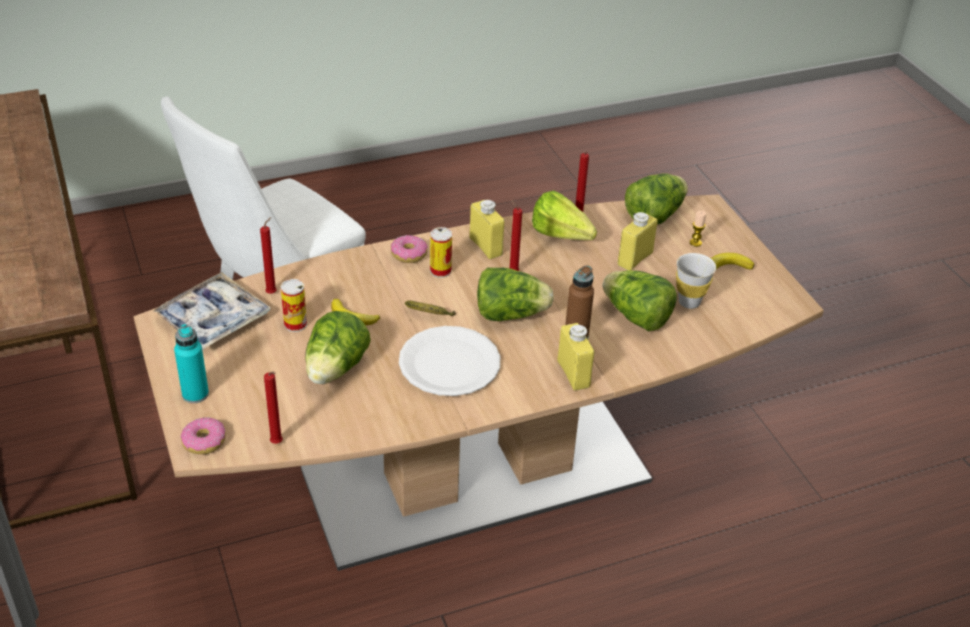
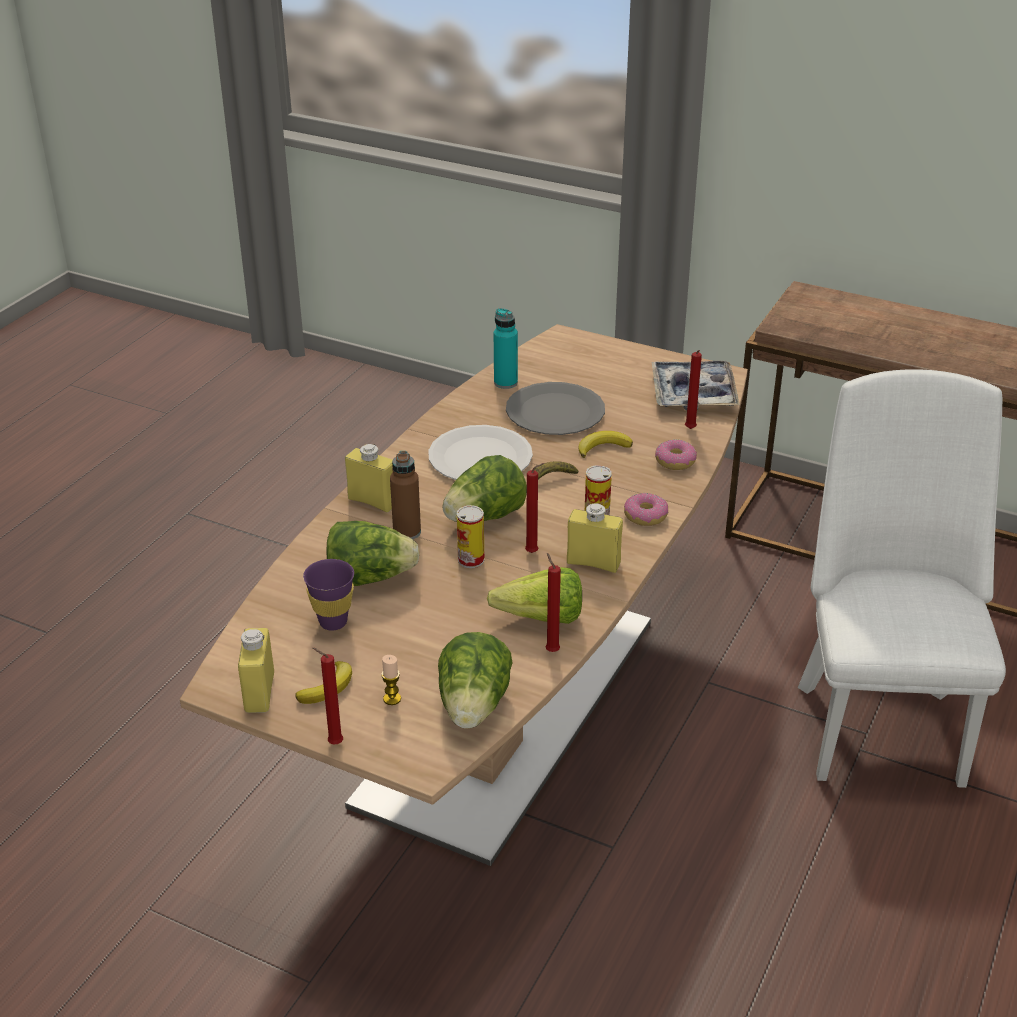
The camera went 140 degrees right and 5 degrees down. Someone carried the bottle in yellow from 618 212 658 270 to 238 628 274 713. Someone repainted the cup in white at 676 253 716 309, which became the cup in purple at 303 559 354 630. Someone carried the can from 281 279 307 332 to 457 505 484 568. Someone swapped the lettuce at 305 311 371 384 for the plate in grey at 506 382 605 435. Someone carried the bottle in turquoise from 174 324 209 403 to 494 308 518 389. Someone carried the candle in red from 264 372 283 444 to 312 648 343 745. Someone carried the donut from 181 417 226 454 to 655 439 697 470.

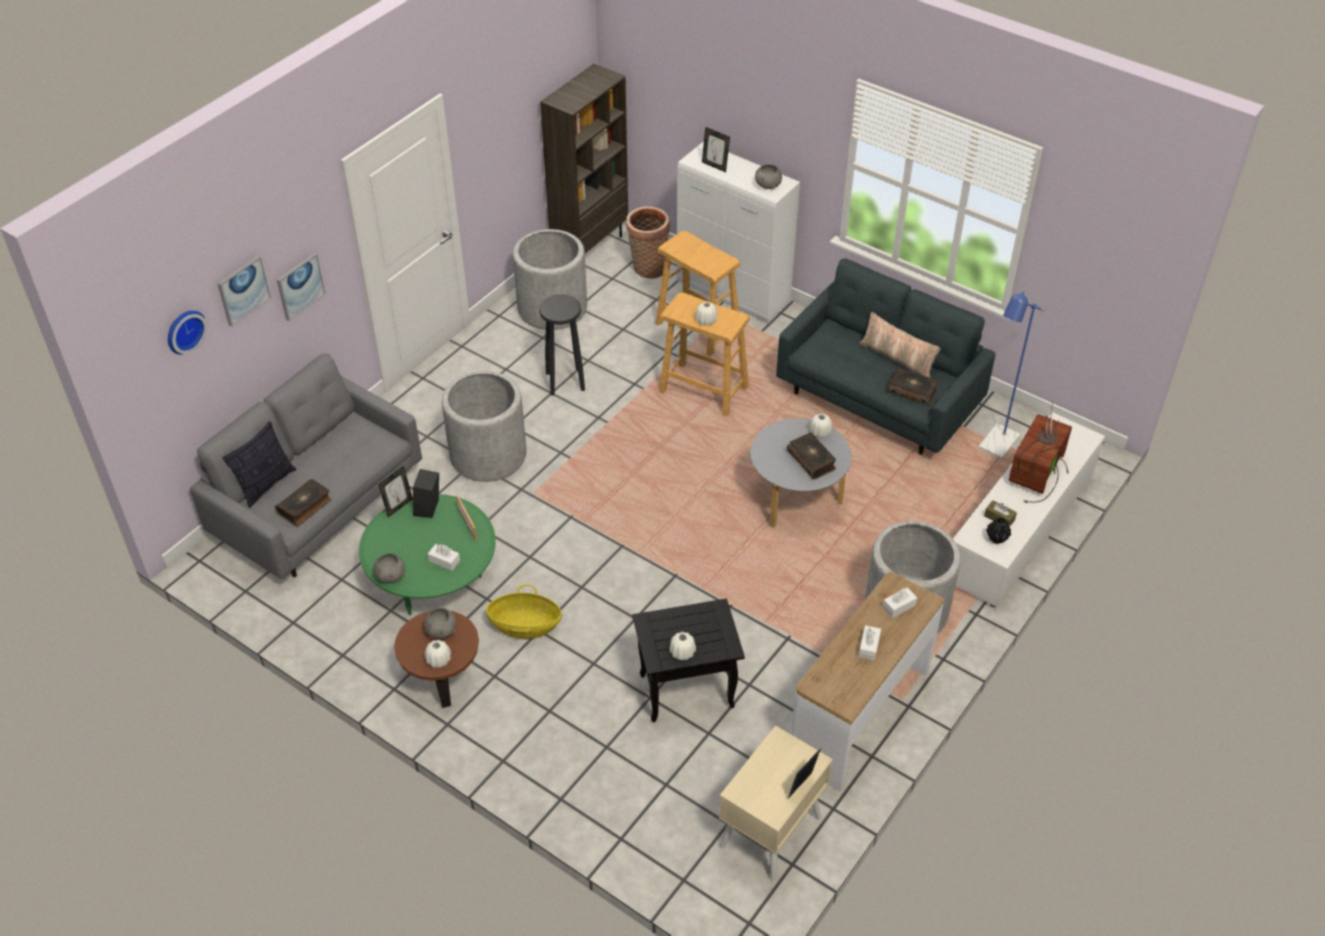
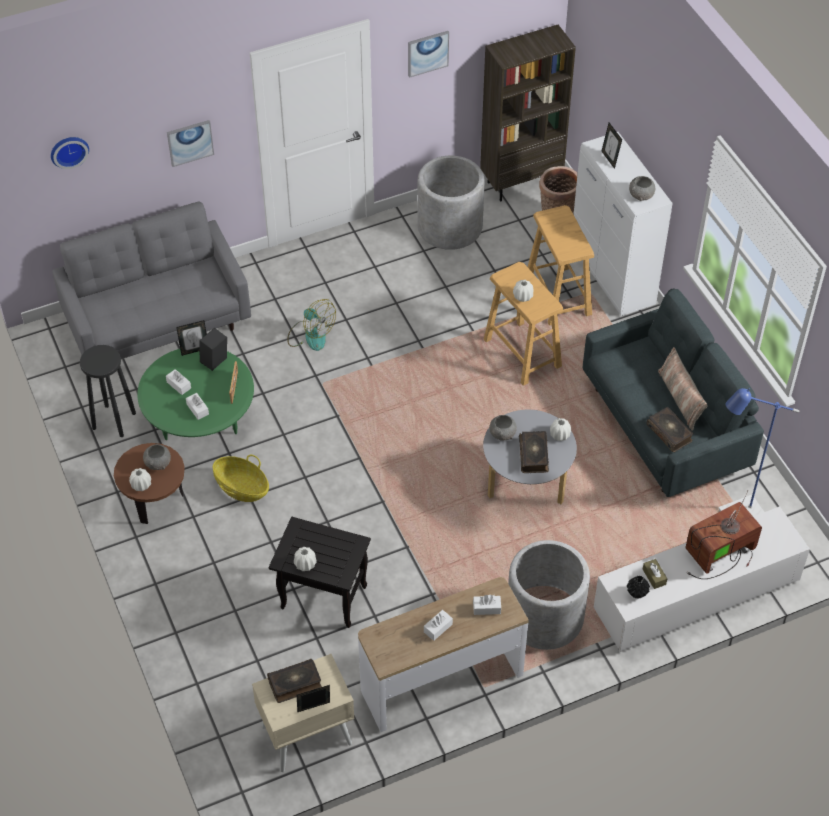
The camera went 30 degrees right and 5 degrees up. Someone carried the picture from 217 256 271 327 to 408 31 449 78. Someone carried the stool in black from 539 294 585 395 to 80 345 136 437. Someone swapped the planter in grey at 442 371 527 482 for the fan at 287 299 336 351. Someone took away the pillow at 222 421 296 508. Someone carried the book from 275 479 332 526 to 267 659 322 703. Someone carried the bowl in grey from 373 553 405 583 to 489 415 517 441. Someone put down the tissue box in white at 166 369 191 395.

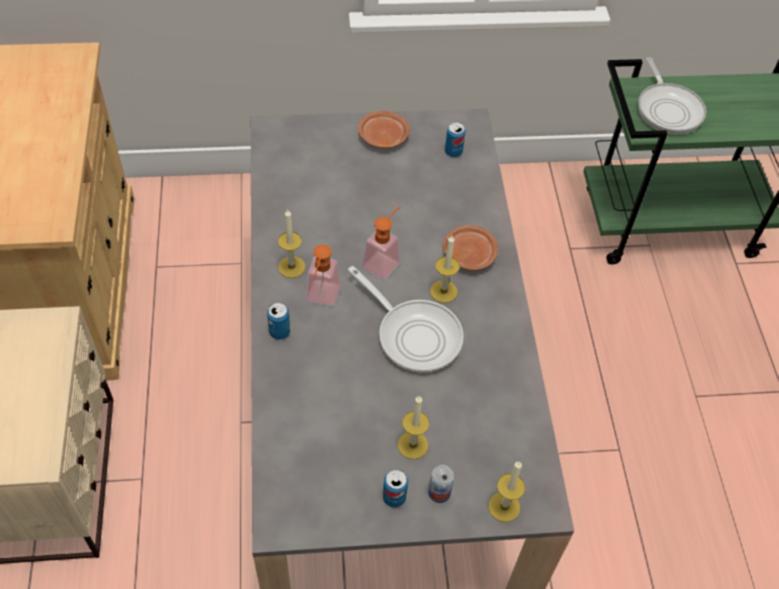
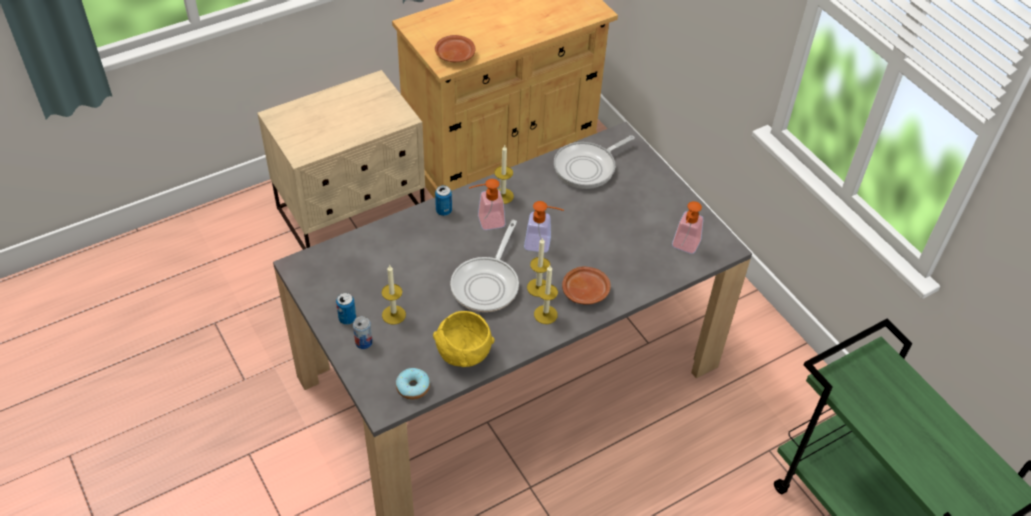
The camera went 65 degrees right and 5 degrees down. Someone carried the frying pan from 638 58 706 135 to 554 135 635 189. Someone carried the plate in brown from 358 111 410 148 to 435 35 476 62. Someone swapped the can at 445 122 466 157 for the soap dispenser at 672 201 703 254. Someone carried the candle from 489 461 525 522 to 534 266 558 324. Someone put down the bowl in yellow at 433 311 494 367. Someone put down the donut at 396 368 430 400.

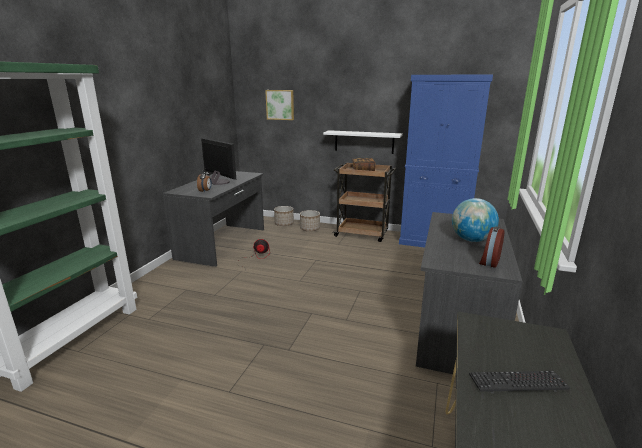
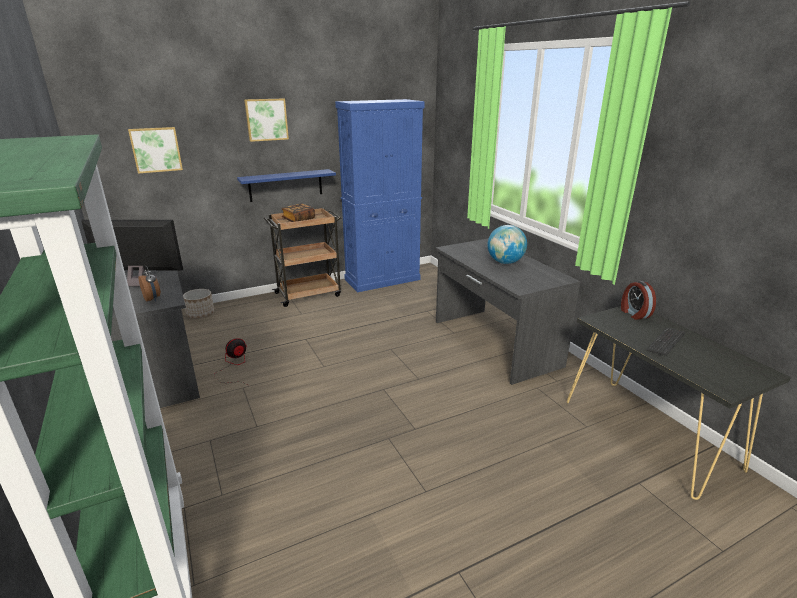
The camera went 45 degrees left and 5 degrees up. Someone repainted the shelf in white at 323 130 403 154, which became the shelf in blue at 237 169 336 202. Someone took away the planter at 300 210 320 231. Someone carried the alarm clock from 479 227 504 268 to 621 281 656 320. Someone put up the picture at 244 98 289 142.

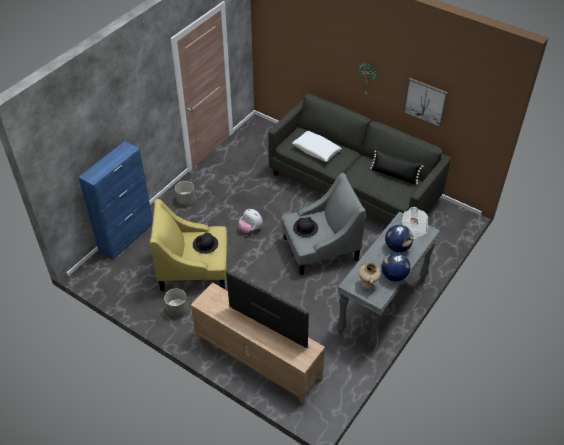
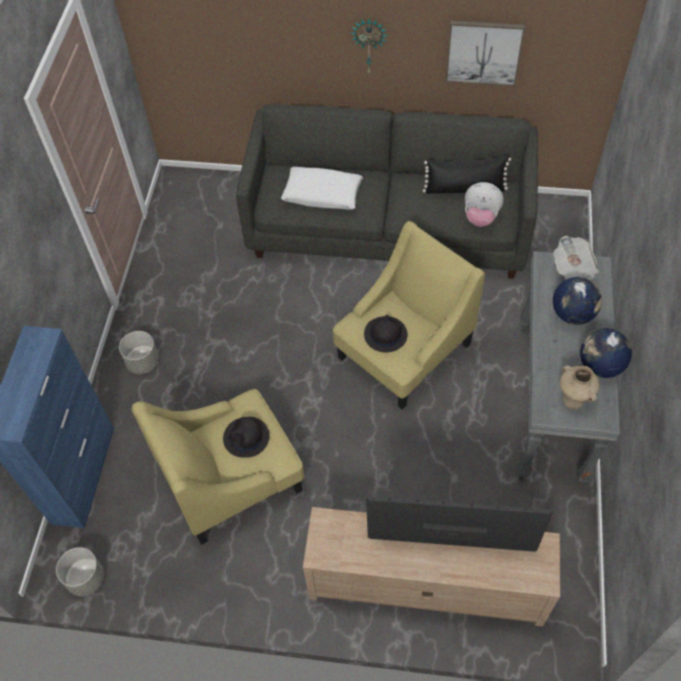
The camera went 25 degrees left and 10 degrees up. Someone repainted the armchair in grey at 282 173 366 275, which became the armchair in yellow at 333 221 485 409. Someone carried the plush toy from 238 209 263 233 to 465 182 504 227. Someone carried the planter in grey from 164 289 188 316 to 56 547 104 596.

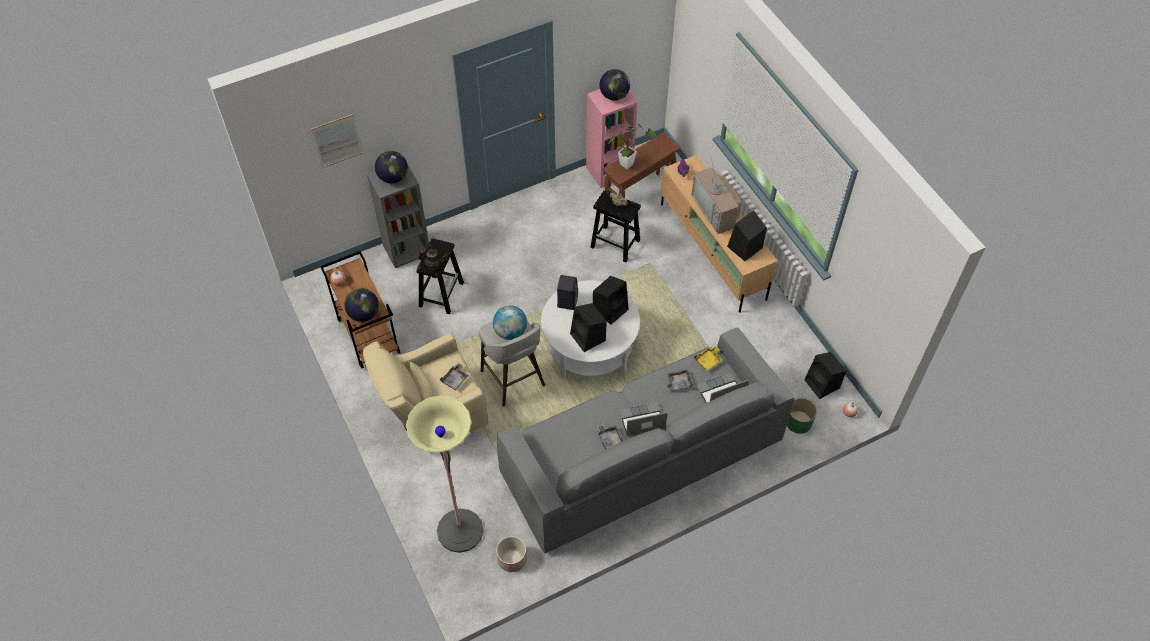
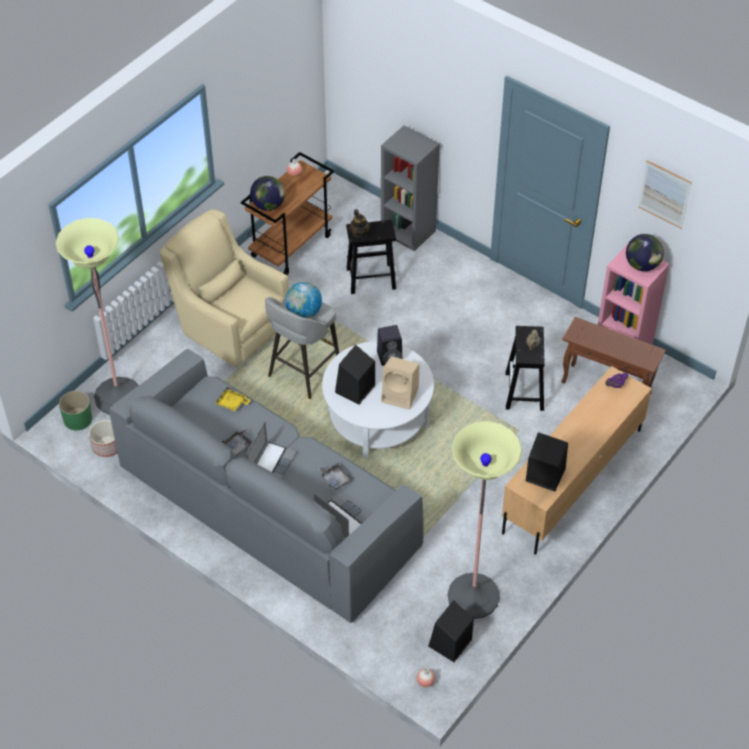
The camera went 65 degrees right and 5 degrees down. Someone carried the picture from 311 114 363 168 to 638 160 692 229. Someone took away the potted plant at 609 123 656 169. Someone took away the globe at 375 151 408 183. Someone took away the television at 691 158 742 234. Someone repainted the speaker in black at 593 276 629 325, which became the speaker in beige at 381 356 420 410. Someone carried the tray in yellow from 694 345 723 371 to 215 387 251 411. Someone took away the tray in grey at 440 363 469 391. Someone carried the planter in green from 787 398 817 434 to 59 391 92 431. Someone rotated the laptop at 619 402 668 437 by 60 degrees clockwise. Someone put down the floor lamp at 448 421 522 619.

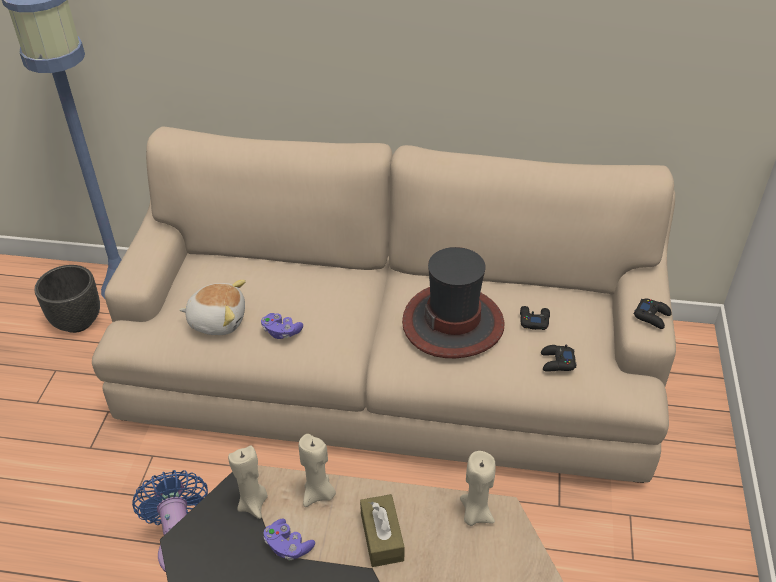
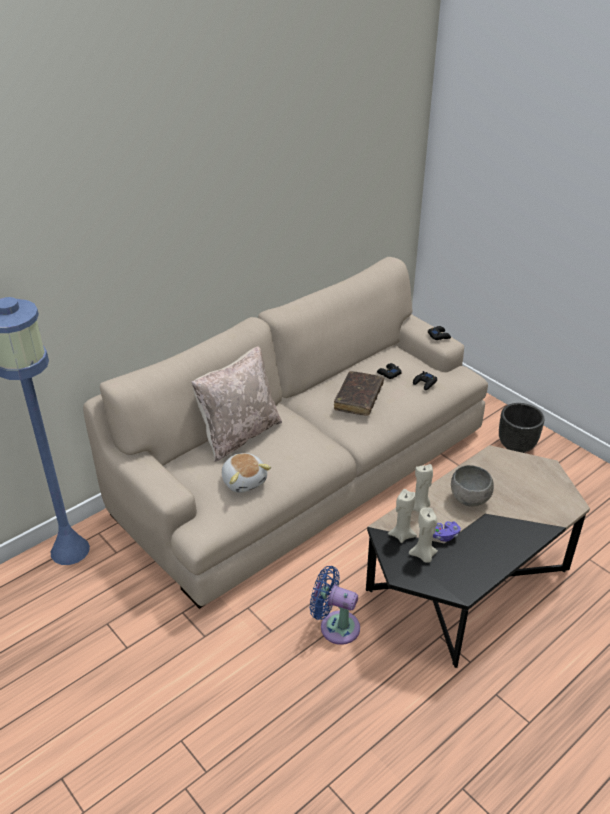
The camera went 50 degrees left and 5 degrees down. Someone swapped the hat at 402 247 504 358 for the book in brown at 334 371 384 416. Someone carried the planter in black from 34 265 100 333 to 499 403 545 453. Someone rotated the plush toy at 179 280 246 335 by 105 degrees clockwise. Someone took away the game controller in purple at 261 313 303 339. Someone carried the candle in beige from 460 451 496 526 to 409 507 438 563. Someone swapped the tissue box in brown at 360 494 404 567 for the bowl in grey at 451 465 494 507. Someone put down the pillow in beige at 191 346 282 462.

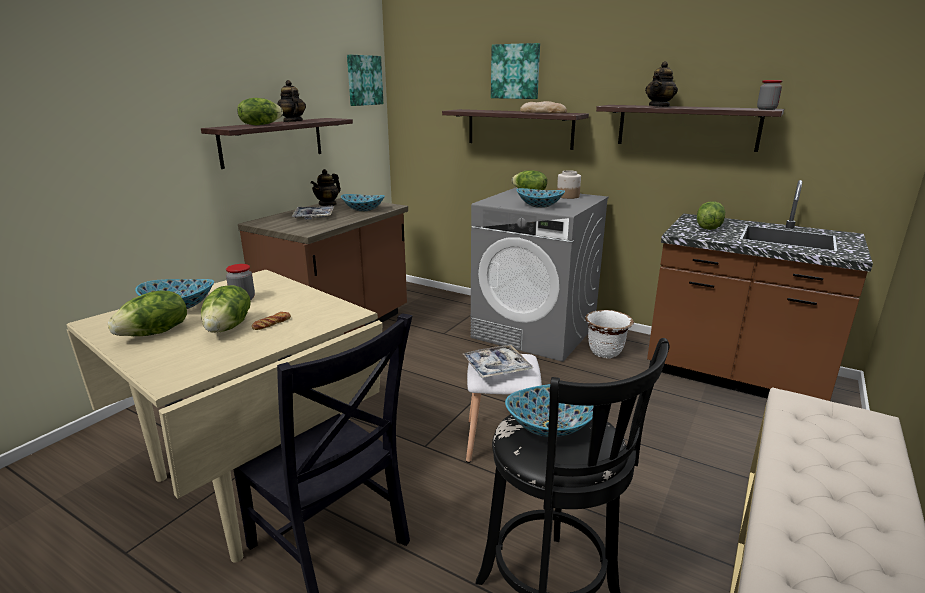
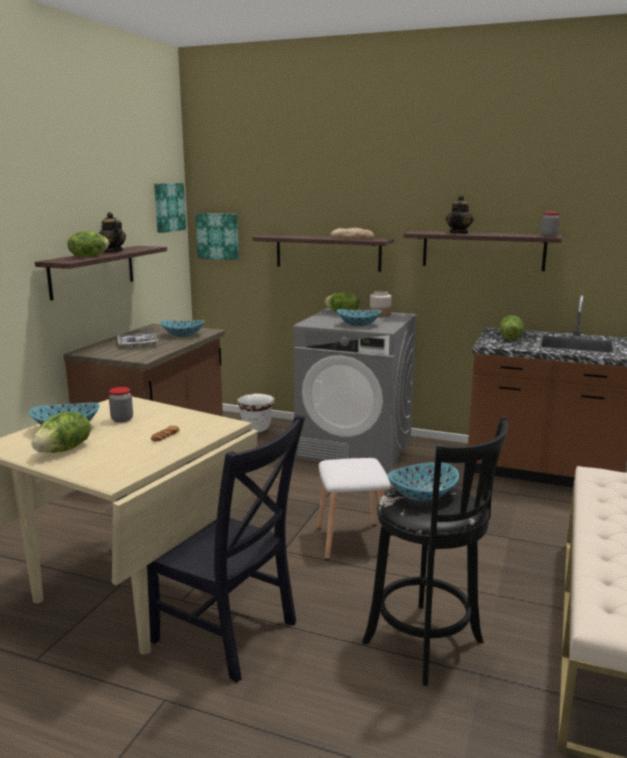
The camera went 10 degrees left and 5 degrees down. Someone carried the picture from 491 43 540 99 to 196 213 239 260. Someone took away the teapot at 311 169 341 206. Someone took away the lettuce at 201 285 251 333. Someone carried the planter in white from 585 310 634 358 to 236 393 276 433. Someone took away the tray at 463 345 533 378.

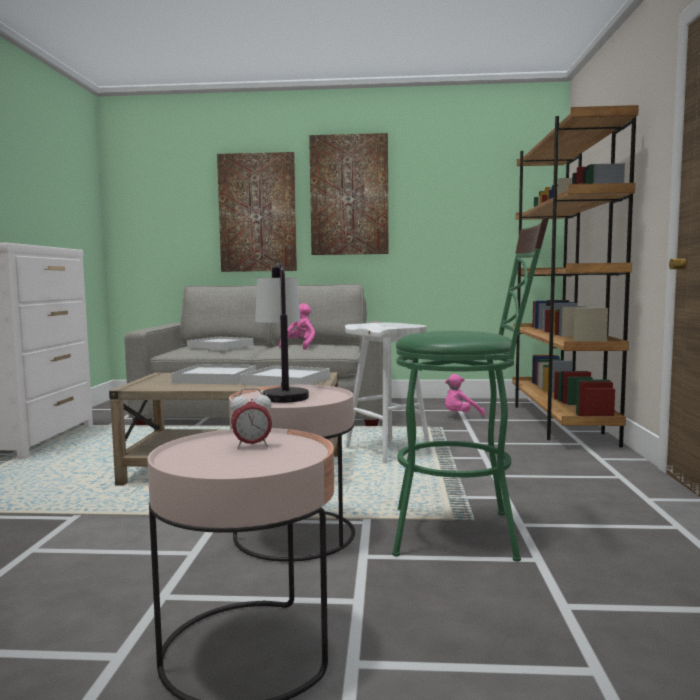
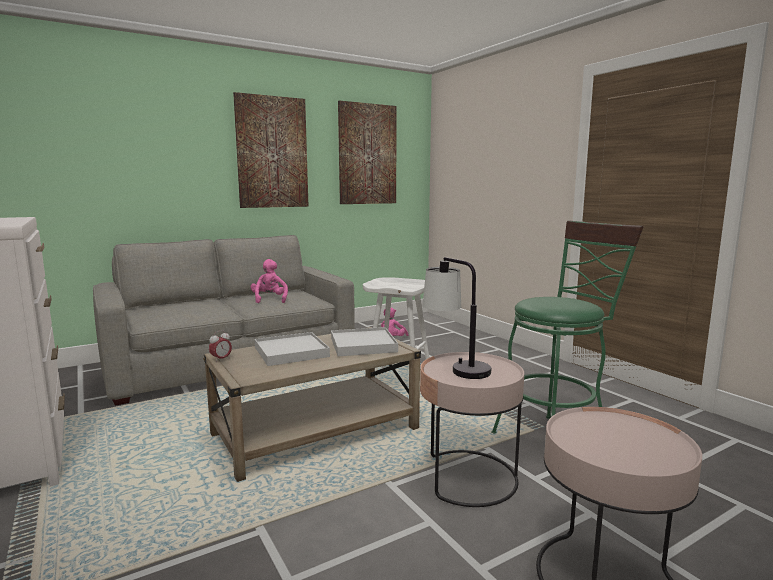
The camera went 35 degrees left and 5 degrees up. Someone took away the bookcase in brown at 512 105 639 448. Someone carried the picture from 217 152 297 272 to 338 100 397 204. Someone took away the tray in white at 187 336 253 350. Someone carried the alarm clock from 230 388 272 449 to 209 330 232 362.

